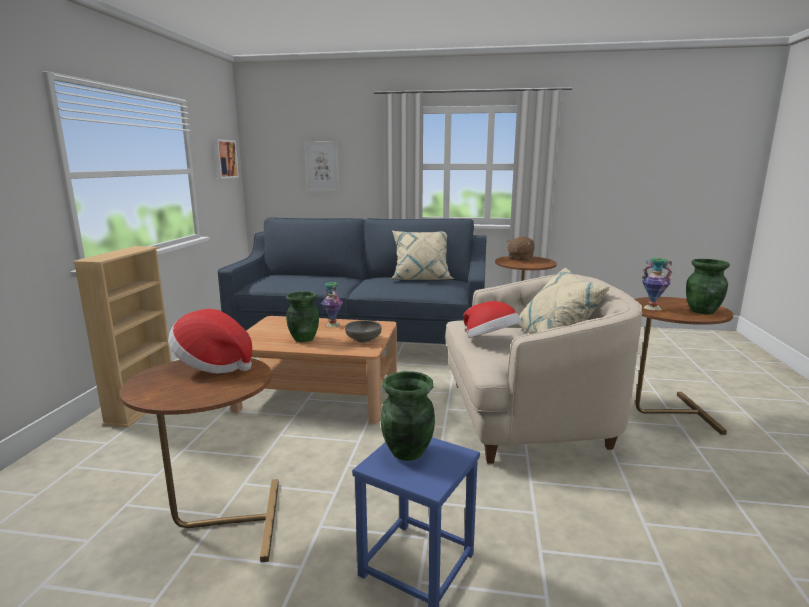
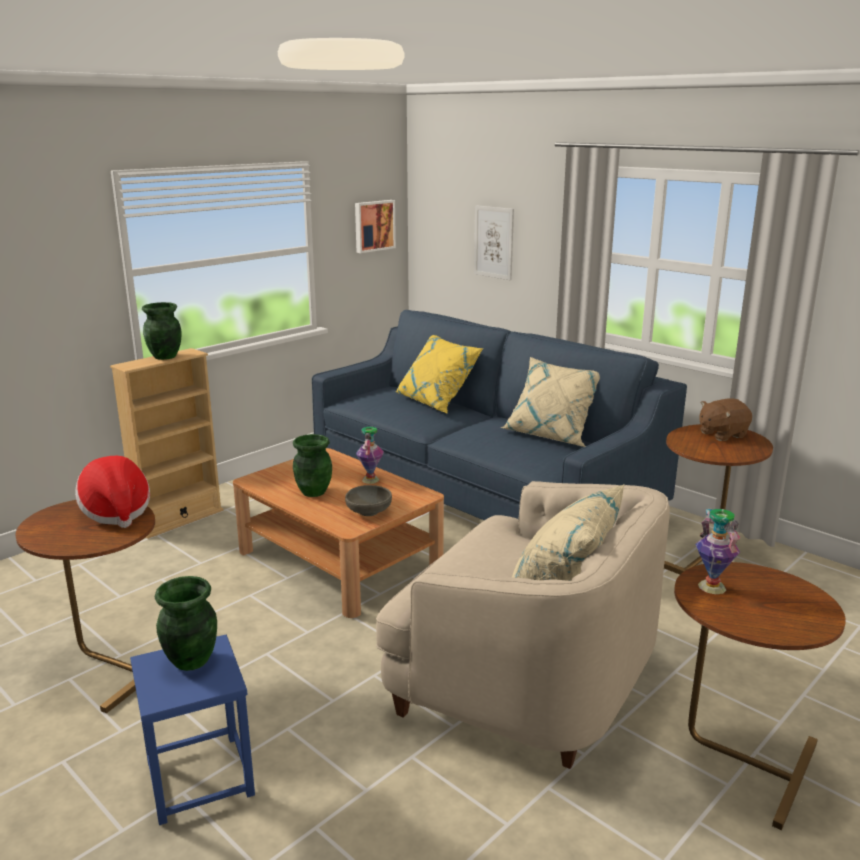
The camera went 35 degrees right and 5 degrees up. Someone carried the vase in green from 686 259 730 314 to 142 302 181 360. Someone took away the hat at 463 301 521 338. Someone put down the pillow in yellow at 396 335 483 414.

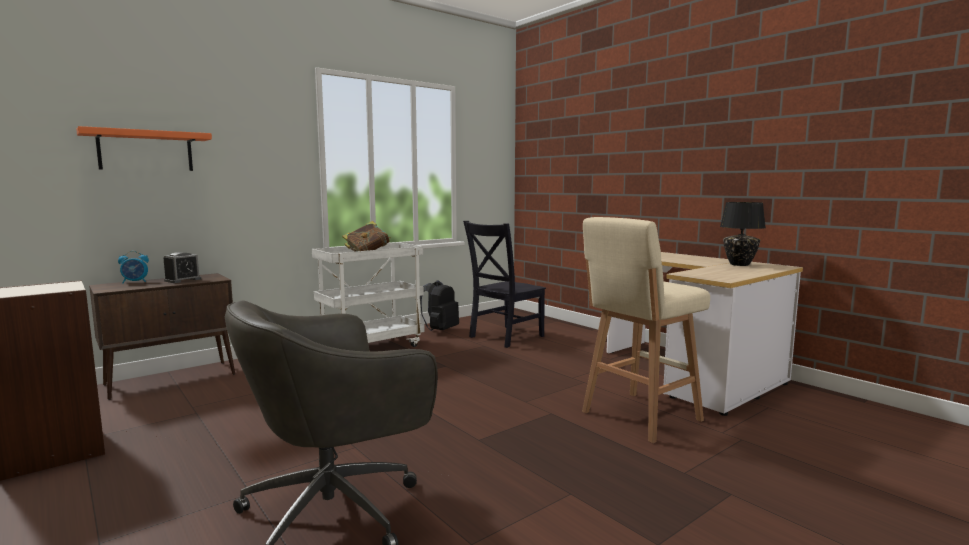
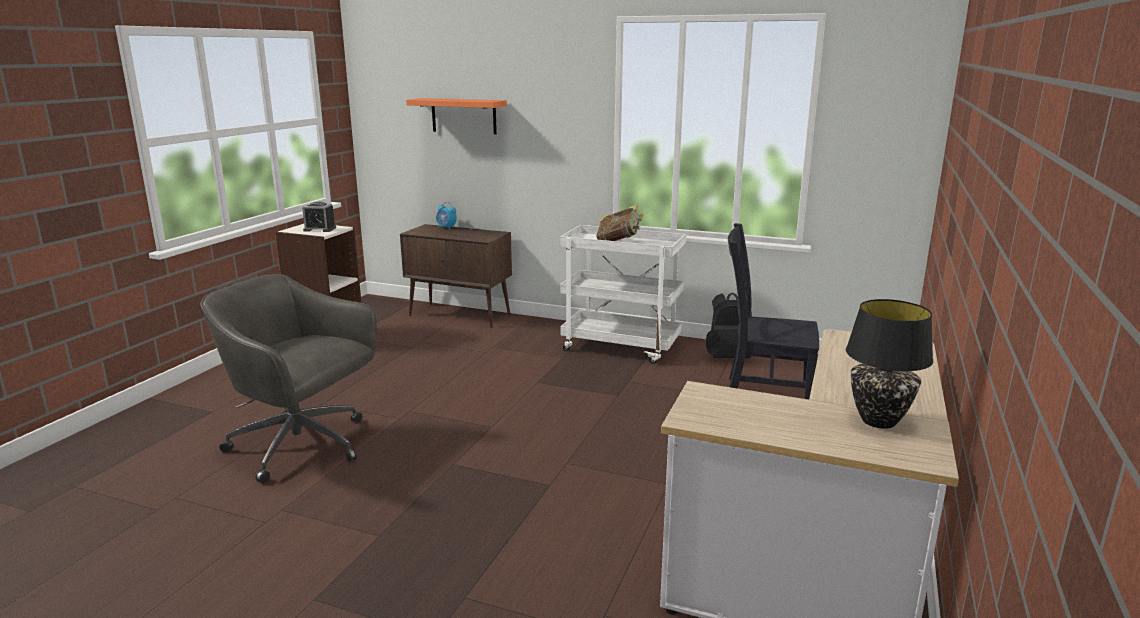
The camera went 60 degrees right and 10 degrees up. Someone took away the stool in beige at 582 217 710 443. Someone carried the alarm clock from 163 252 201 283 to 302 202 336 232.

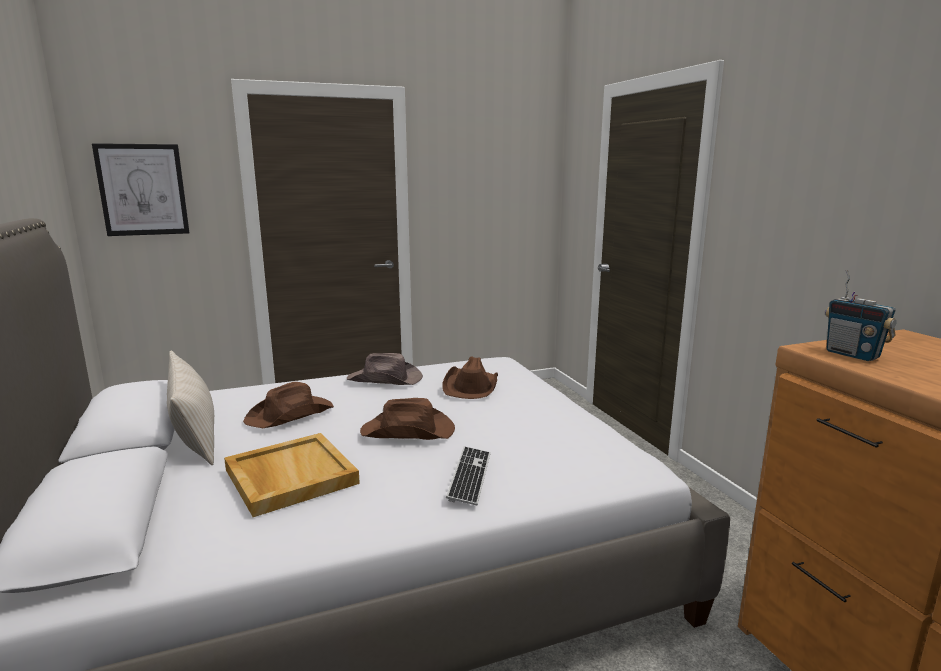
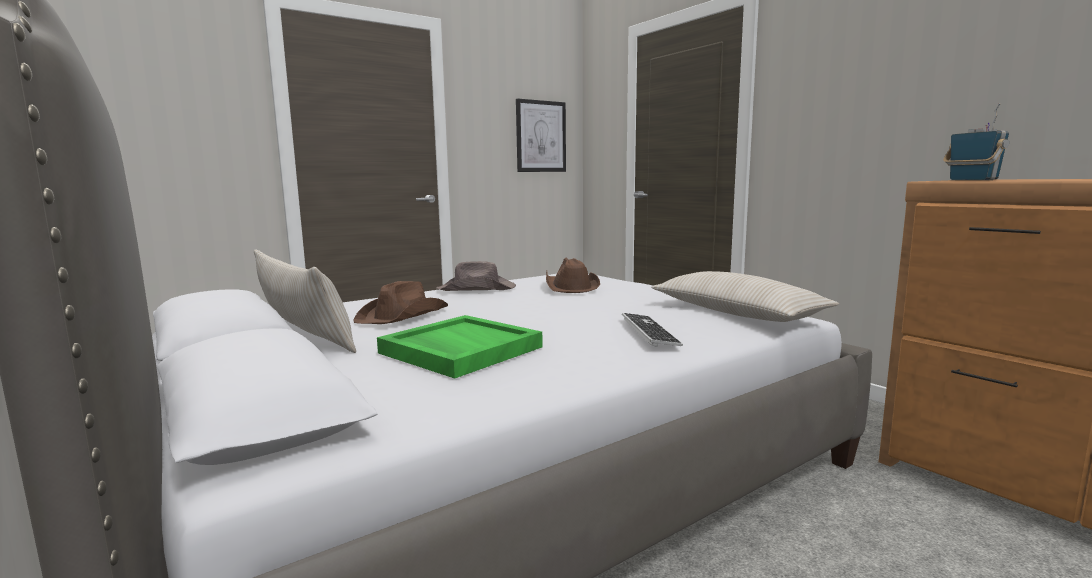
The camera went 15 degrees left and 5 degrees down. Someone carried the picture from 92 143 189 236 to 516 98 566 172. Someone rotated the radio at 825 270 896 361 by 150 degrees counterclockwise. Someone took away the hat in brown at 360 398 455 440. Someone repainted the tray in beige at 224 433 360 517, which became the tray in green at 377 315 543 379. Someone put down the pillow in beige at 651 271 839 322.

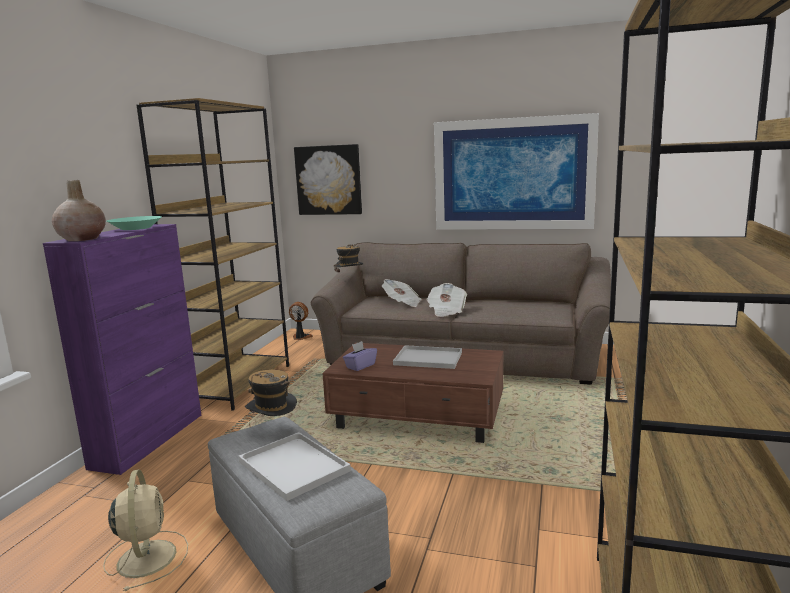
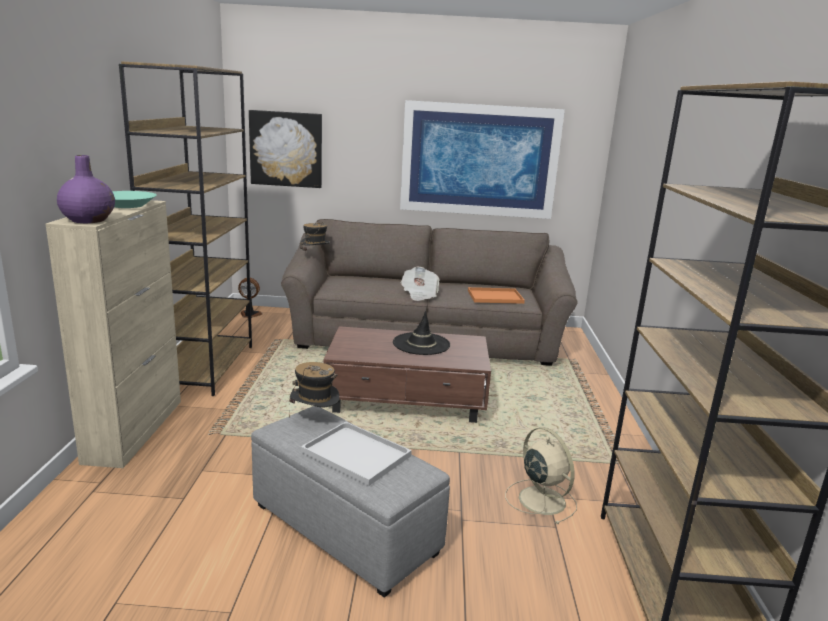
The camera went 15 degrees left and 5 degrees up. Someone repainted the vase in beige at 52 180 106 241, which became the vase in purple at 57 155 115 223. Someone repainted the cabinet in purple at 43 224 201 475, which became the cabinet in beige at 45 200 181 468. Someone took away the newspaper at 382 279 421 307. Someone took away the tissue box in purple at 343 341 377 371. Someone swapped the tray in white at 393 345 462 369 for the hat in black at 393 311 450 355. Someone carried the fan in beige from 103 469 188 591 to 505 427 577 524. Someone put down the tray in orange at 468 287 525 304.

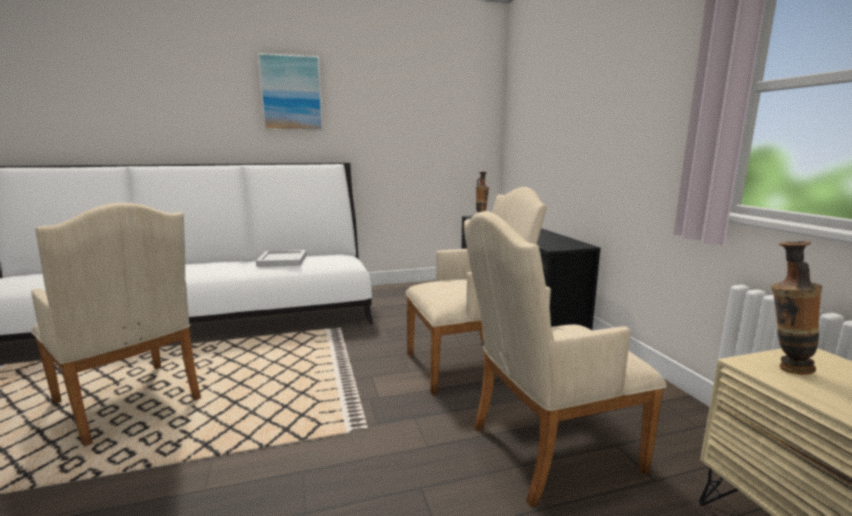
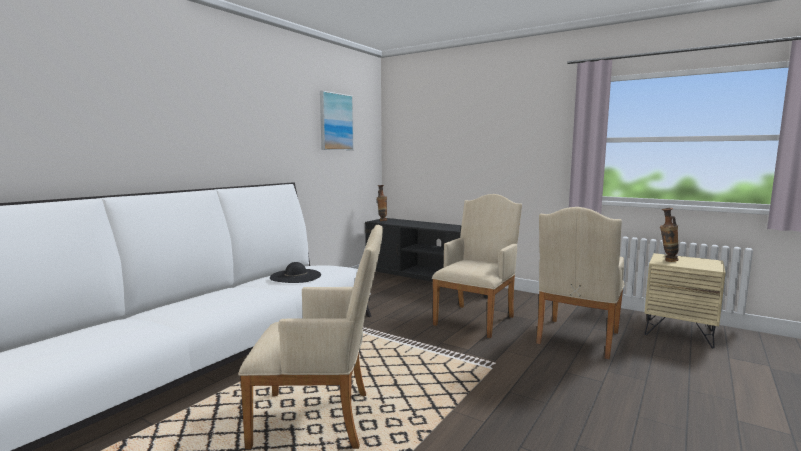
The camera went 40 degrees left and 5 degrees down. Someone carried the picture from 258 53 323 131 to 320 91 354 150. Someone swapped the tray in white at 256 250 307 267 for the hat in black at 270 262 321 283.

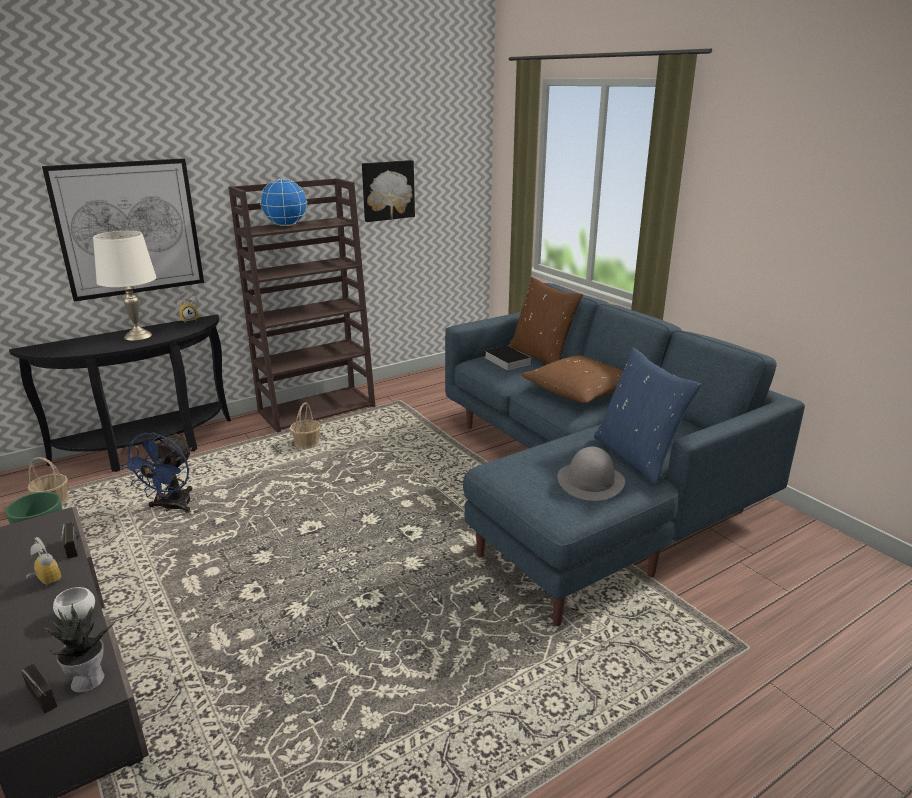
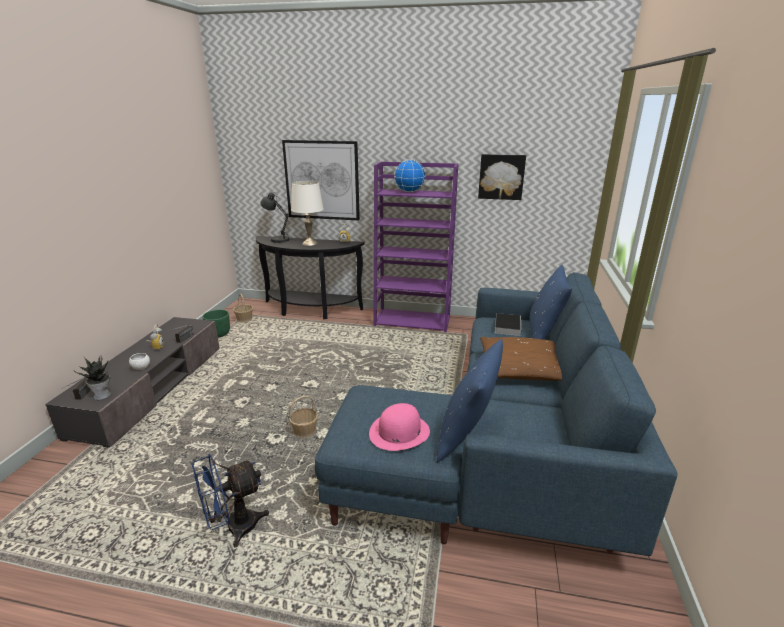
The camera went 45 degrees right and 0 degrees up. Someone repainted the bookcase in brown at 229 178 376 433, which became the bookcase in purple at 373 161 459 332. Someone repainted the pillow in brown at 509 277 583 364, which became the pillow in blue at 529 265 572 340. Someone carried the basket from 290 402 321 449 to 289 396 318 438. Someone carried the fan in blue from 120 432 192 513 to 192 454 269 548. Someone repainted the hat in grey at 557 447 625 501, which became the hat in pink at 369 403 430 451. Someone put down the table lamp in grey at 260 192 293 243.

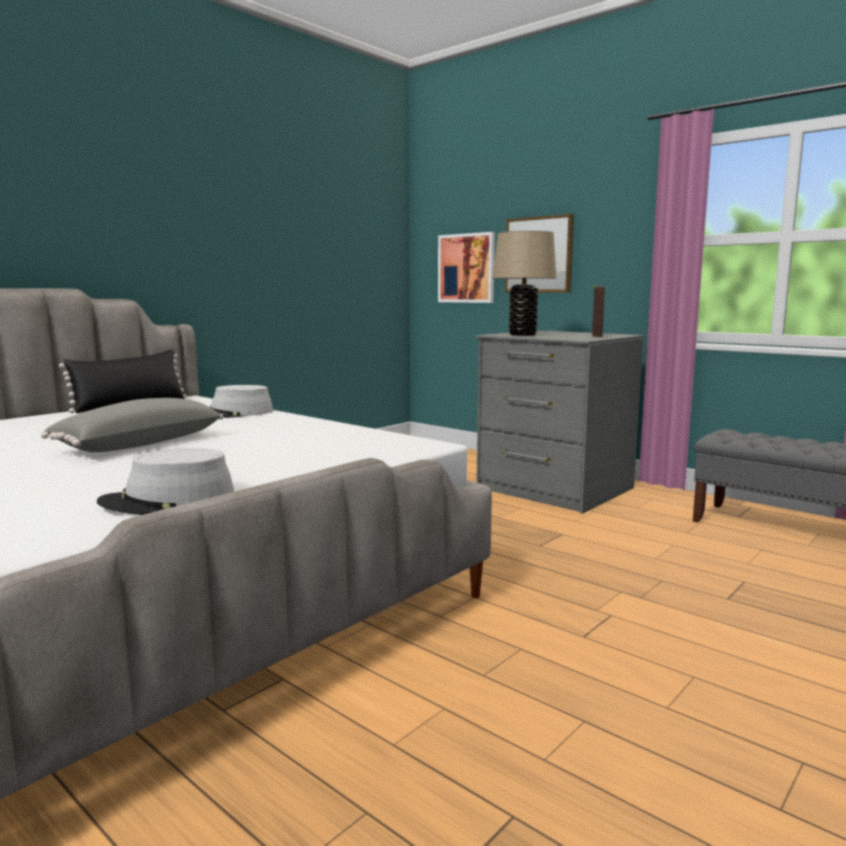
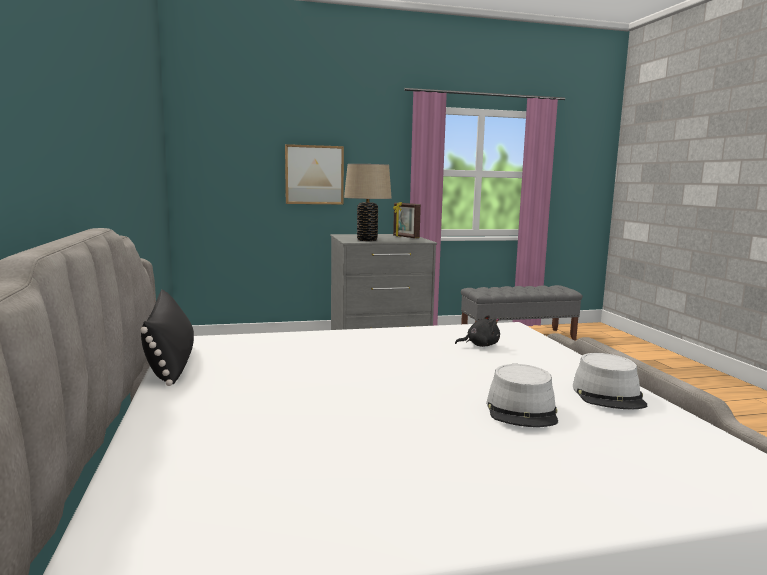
The camera went 55 degrees left and 0 degrees up. Someone took away the picture at 438 232 495 303. Someone carried the hat in grey from 210 385 273 418 to 486 364 558 427. Someone took away the pillow in grey at 41 398 223 452. Someone put down the plush toy in black at 455 315 500 347.

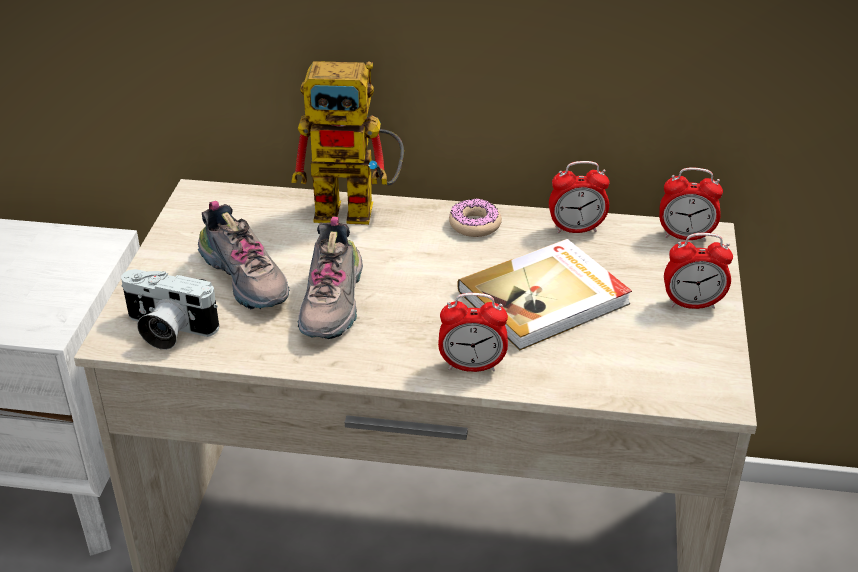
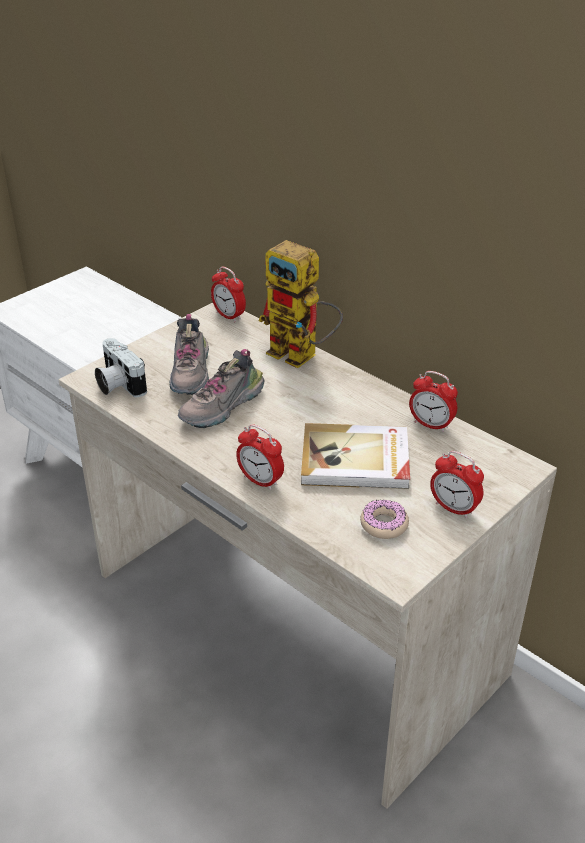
The camera went 35 degrees right and 0 degrees up. Someone carried the alarm clock from 659 167 723 241 to 211 267 246 322. Someone carried the donut from 449 198 502 237 to 360 499 409 539.

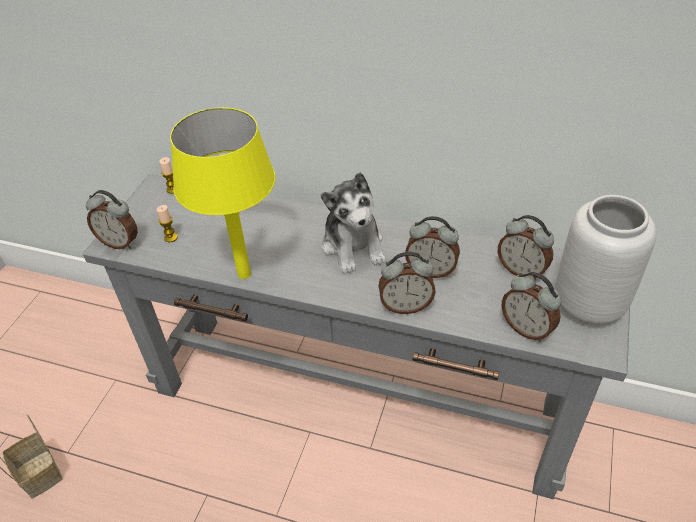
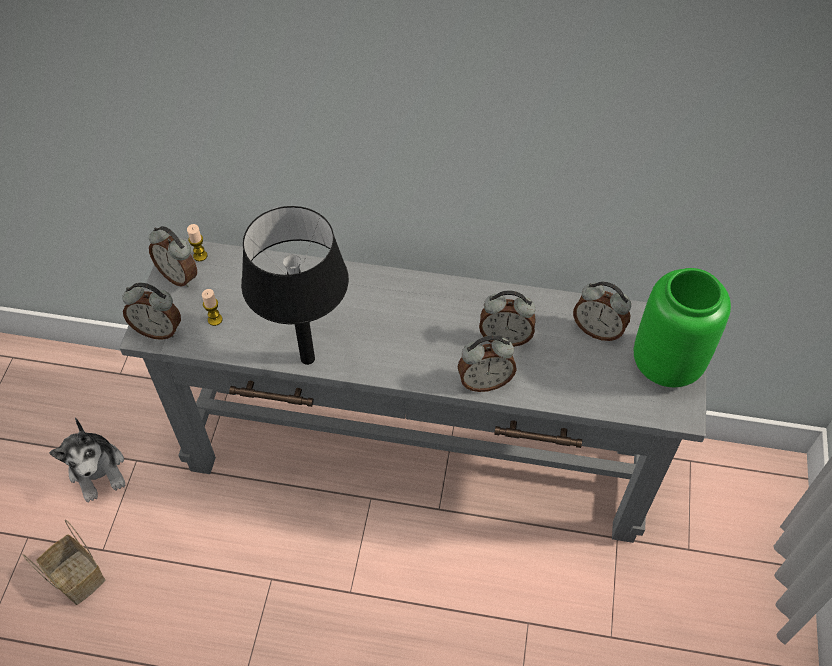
The camera went 10 degrees left and 10 degrees up. Someone repainted the table lamp in yellow at 170 107 275 279, which became the table lamp in black at 241 206 349 365. Someone carried the plush toy from 321 172 386 274 to 49 417 126 502. Someone repainted the vase in grey at 555 195 656 324, which became the vase in green at 634 268 731 387. Someone carried the alarm clock from 501 272 562 341 to 149 226 197 287.

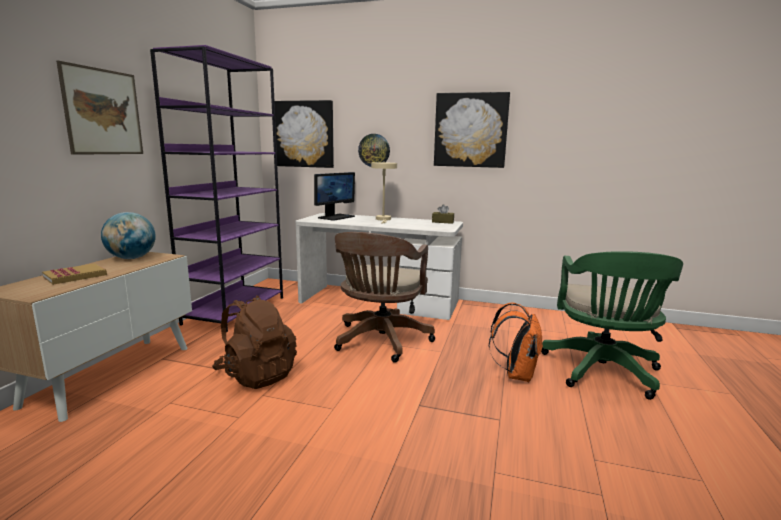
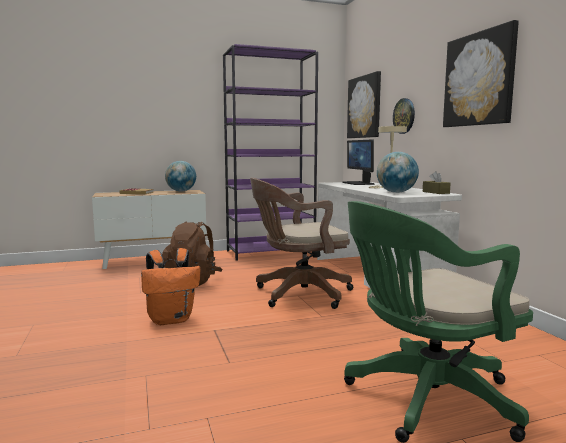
The camera went 55 degrees right and 5 degrees down. Someone took away the picture at 56 61 143 155. Someone rotated the monitor at 314 172 355 221 by 75 degrees clockwise. Someone carried the backpack in orange from 489 303 543 382 to 141 248 200 325. Someone put down the globe at 377 152 419 193.

